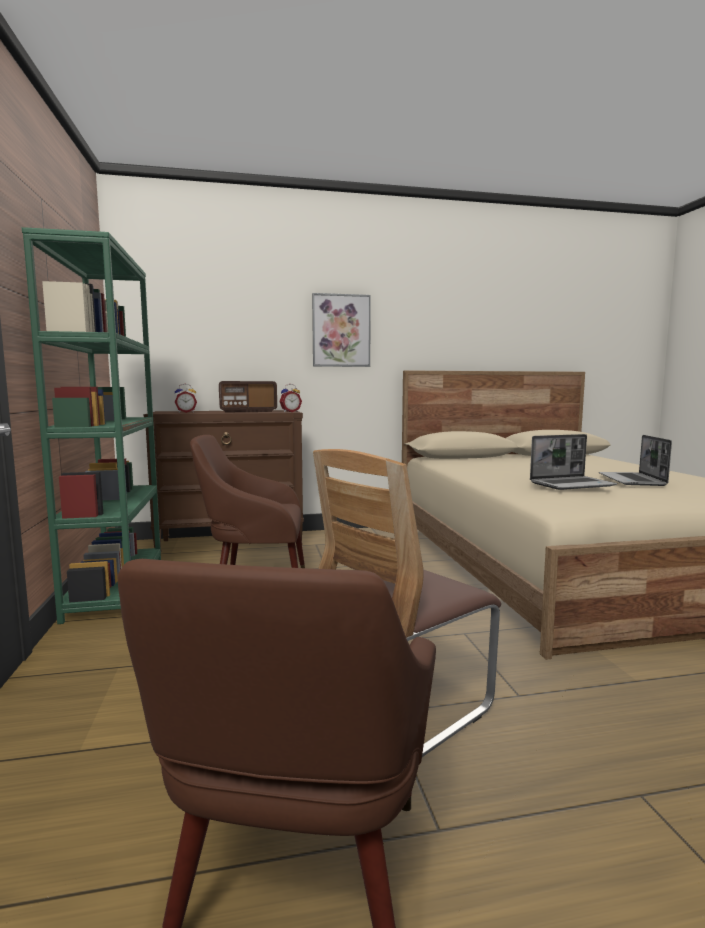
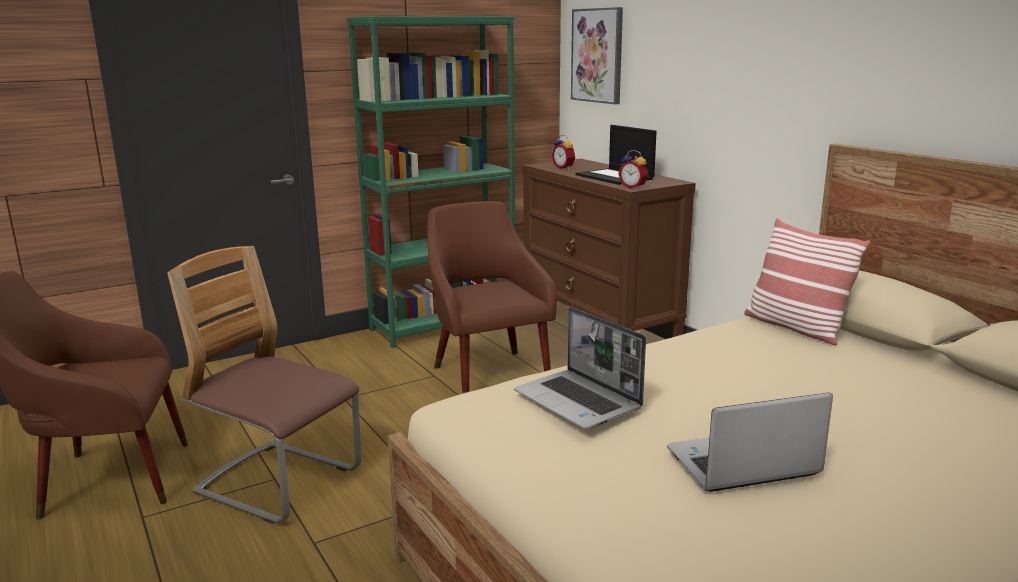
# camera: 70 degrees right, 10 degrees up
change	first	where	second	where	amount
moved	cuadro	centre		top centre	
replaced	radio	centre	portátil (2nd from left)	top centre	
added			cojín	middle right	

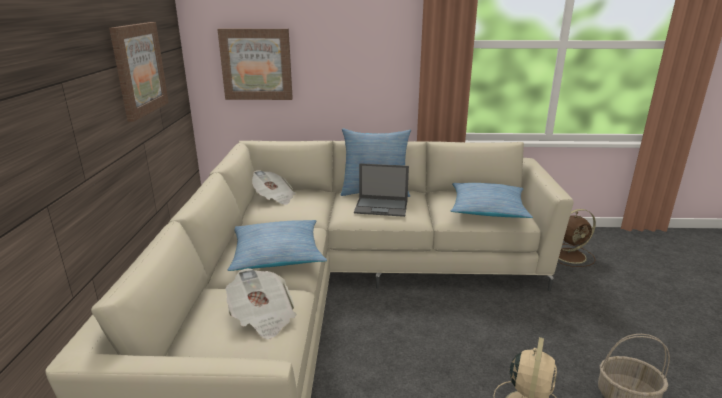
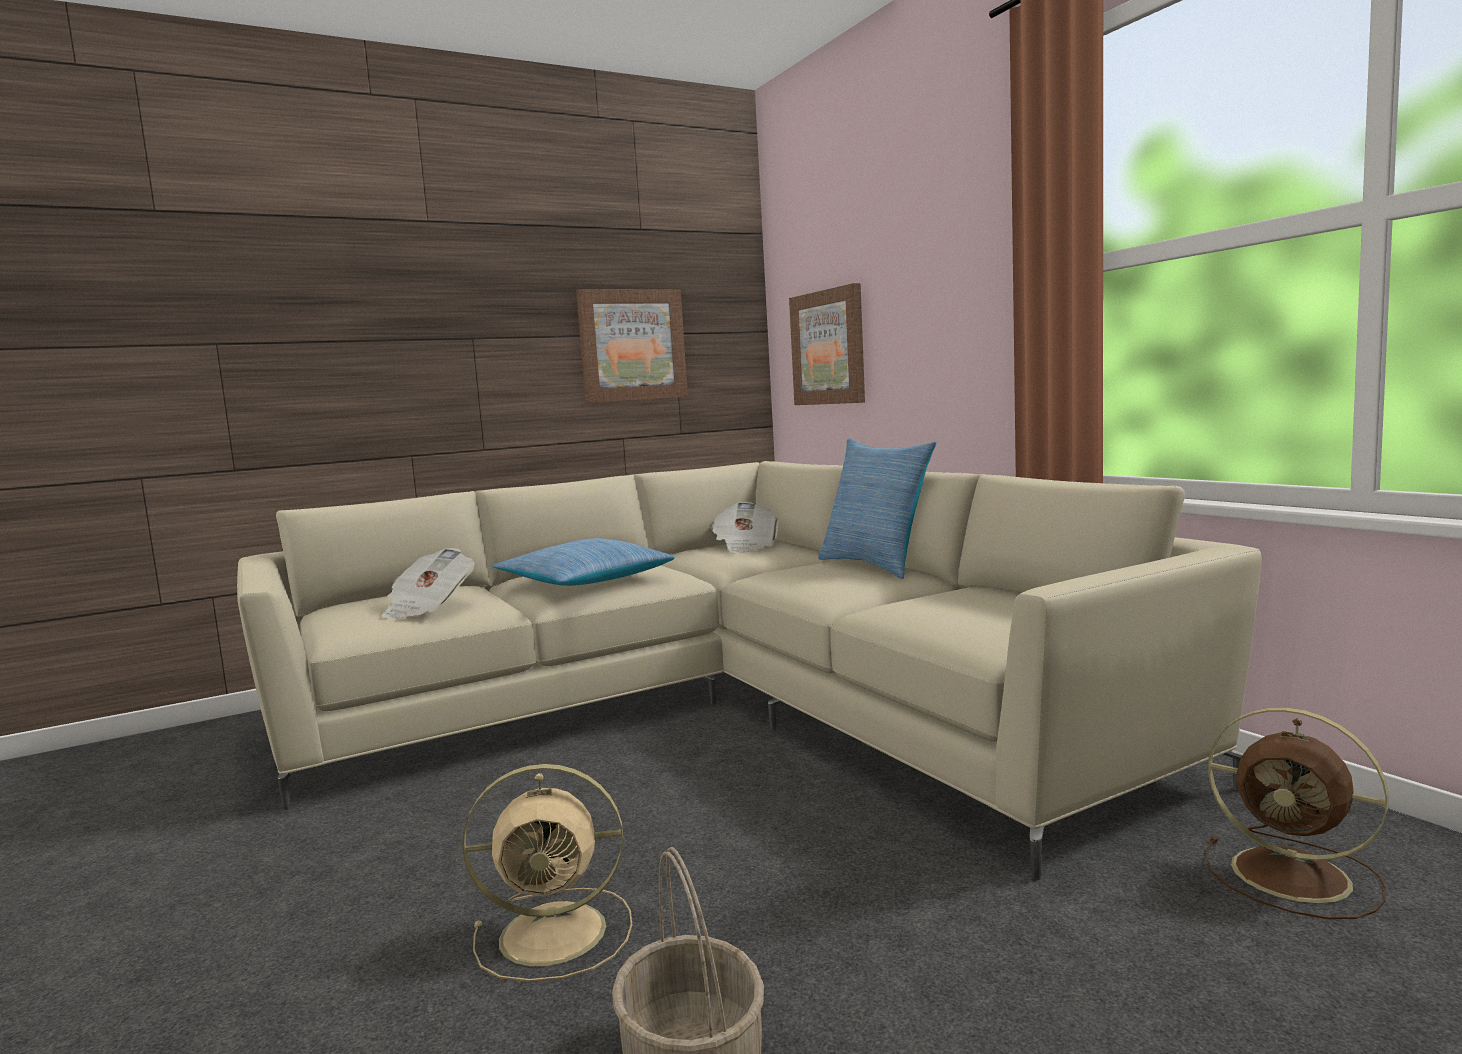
# camera: 60 degrees right, 15 degrees down
change	first	where	second	where	amount
removed	portátil	centre			
removed	cojín (3rd from left)	middle right			

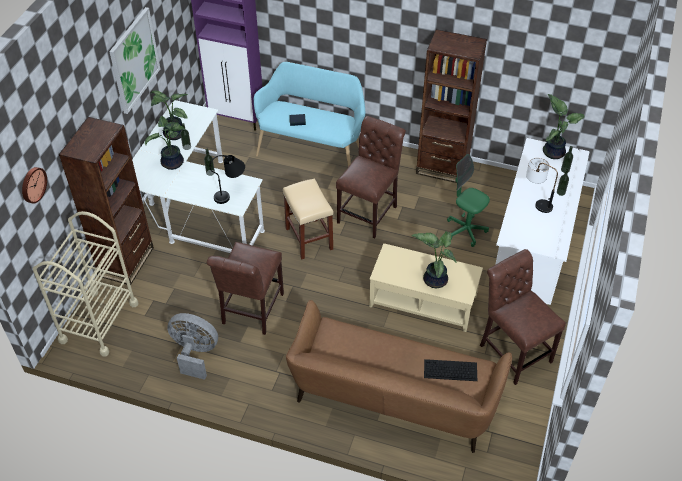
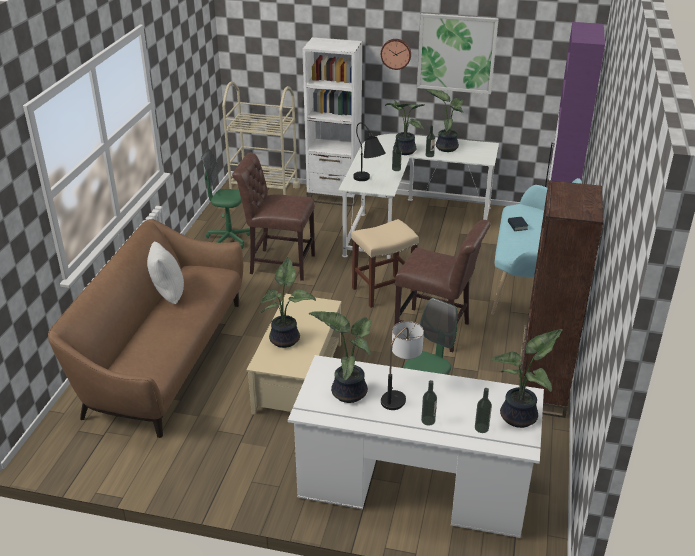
# camera: 85 degrees right, 15 degrees down
change	first	where	second	where	amount
recoloured	estantería/marrón (1st from left)	middle left	estantería/blanco	top centre	
moved	reloj de pared	middle left		top centre	
removed	silla/marrón (3rd from left)	middle right			
replaced	ventilador/gris	bottom left	silla de oficina/verde (1st from left)	middle left	
removed	teclado	bottom centre			
added			cojín/blanco	middle left	
added			planta en maceta (2nd from left)	centre	

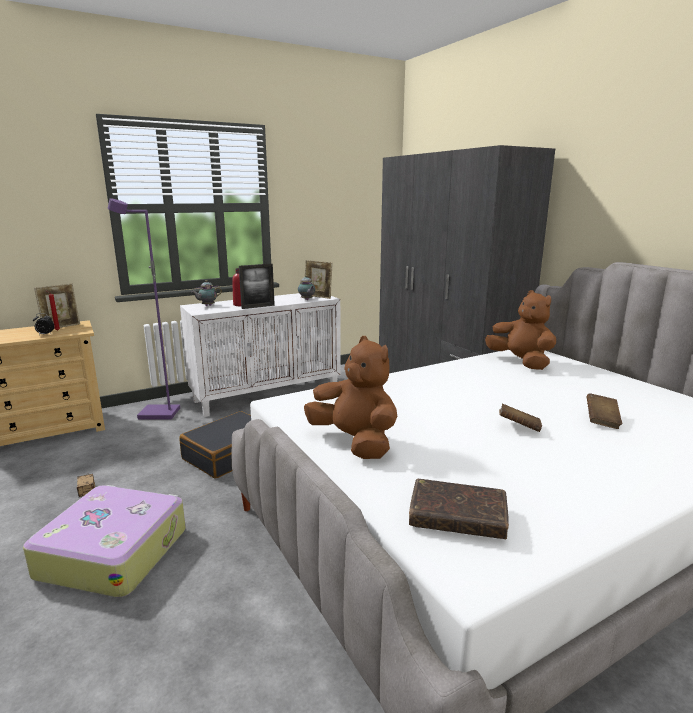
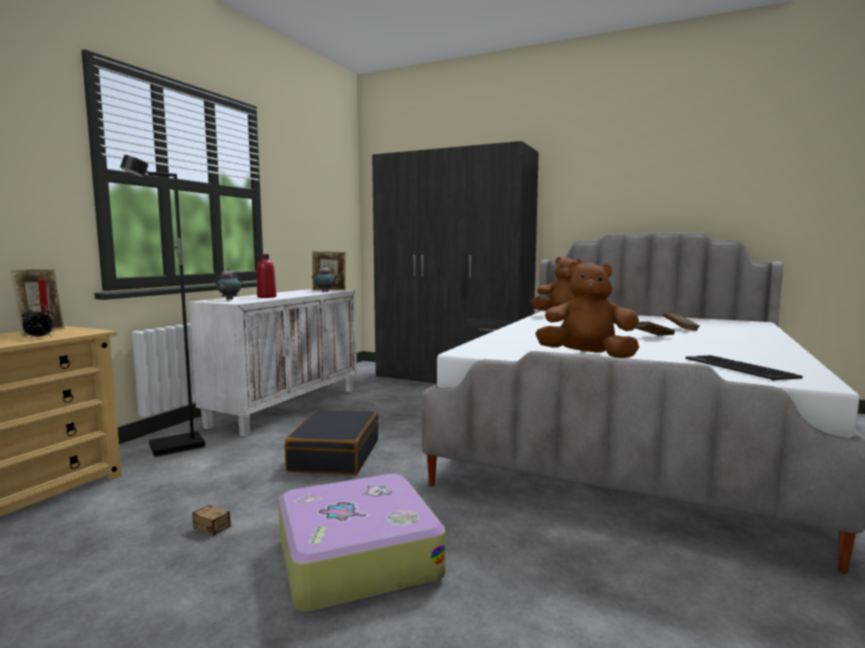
# camera: 35 degrees left, 10 degrees down
change	first	where	second	where	amount
recoloured	lámpara de pie/morado	middle left	lámpara de pie/negro	middle left	
removed	portarretratos (2nd from left)	centre			
replaced	libro/marrón (1st from left)	bottom centre	teclado	middle right	

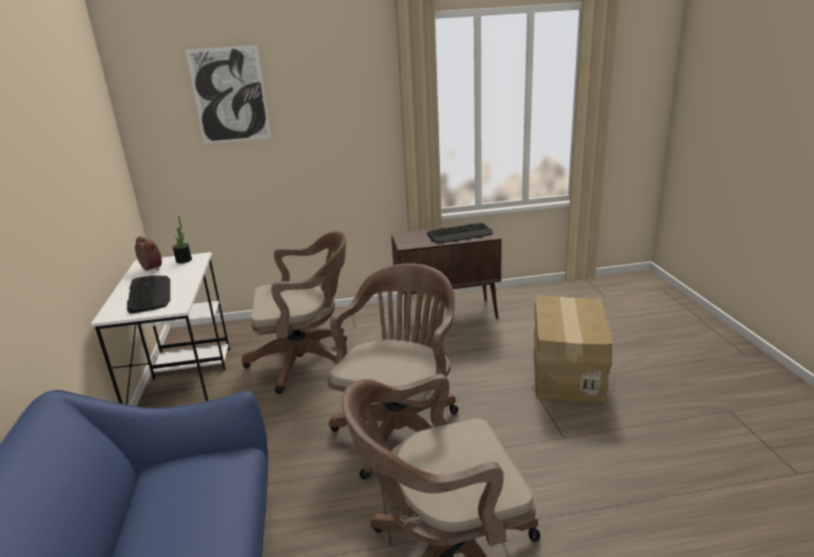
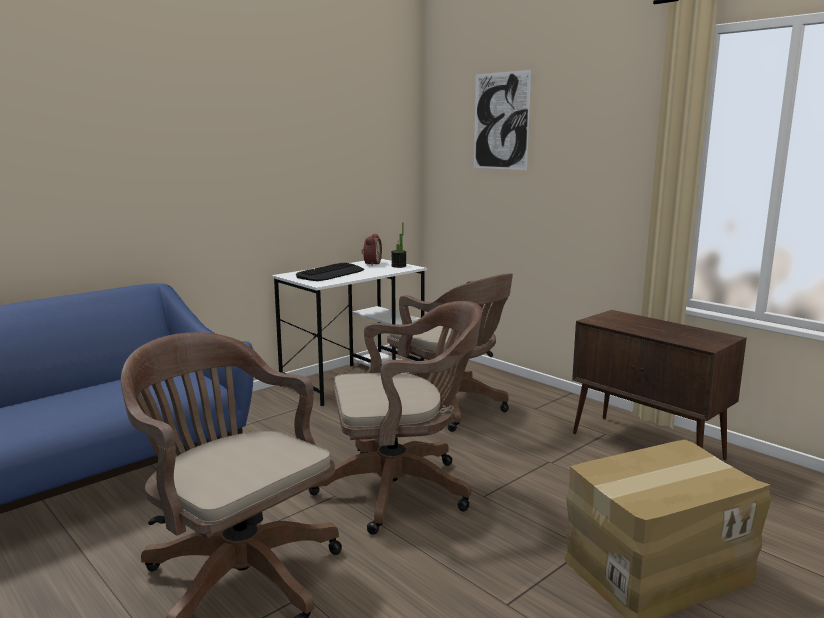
# camera: 55 degrees right, 10 degrees down
change	first	where	second	where	amount
removed	teclado (2nd from left)	centre			

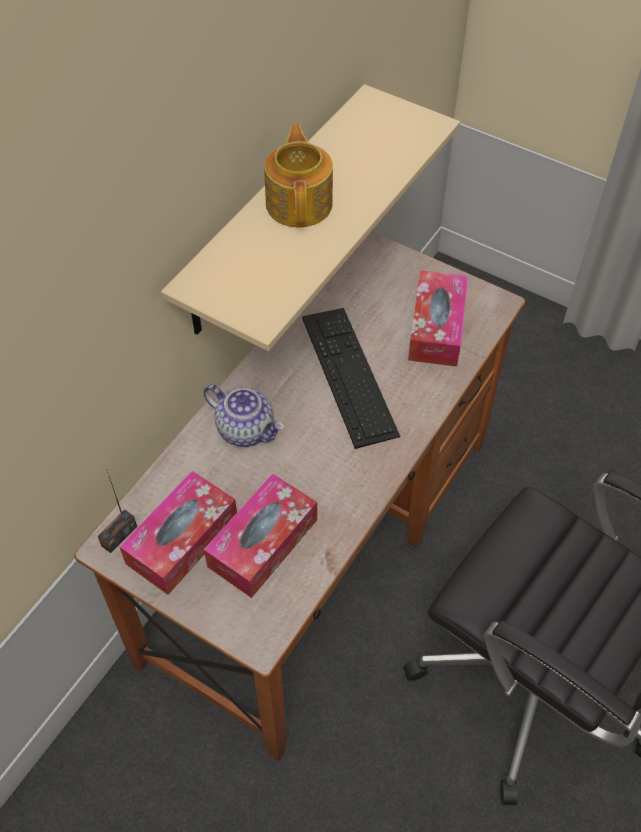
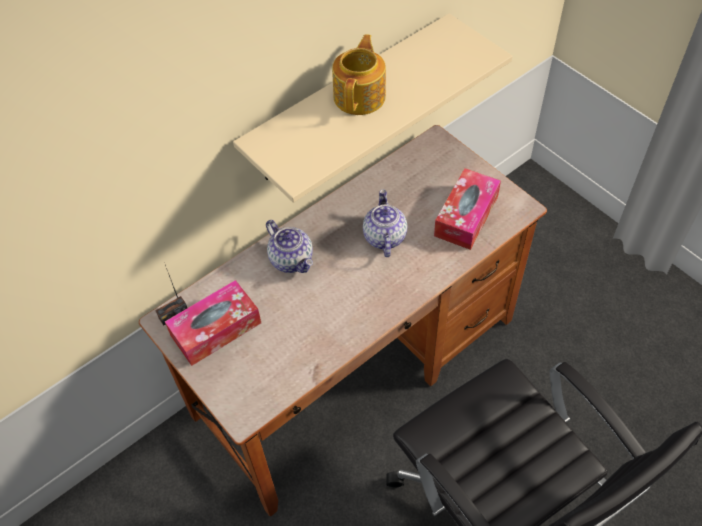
# camera: 20 degrees right, 0 degrees up
change	first	where	second	where	amount
replaced	teclado	centre	tetera (3rd from left)	centre	
removed	caja de pañuelos (2nd from left)	centre			

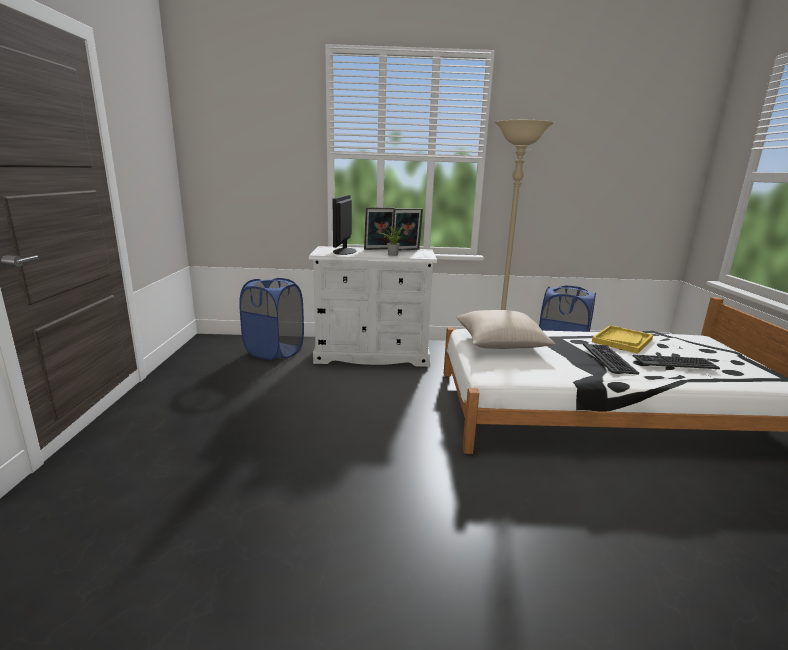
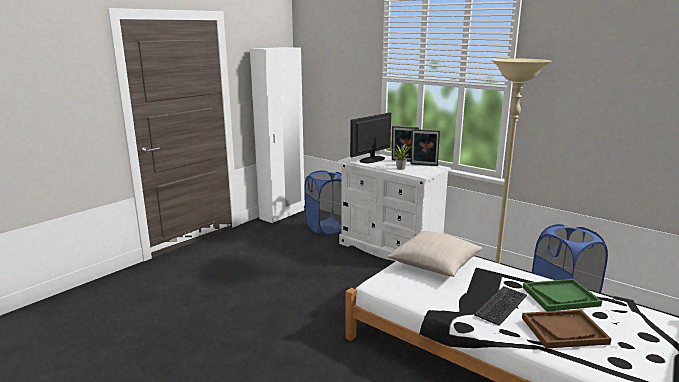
# camera: 40 degrees right, 0 degrees up
change	first	where	second	where	amount
recoloured	bandeja/amarillo	middle right	bandeja/verde	bottom right	
replaced	teclado (2nd from left)	middle right	bandeja/marrón	bottom right	
added			armario ropero/blanco	centre	

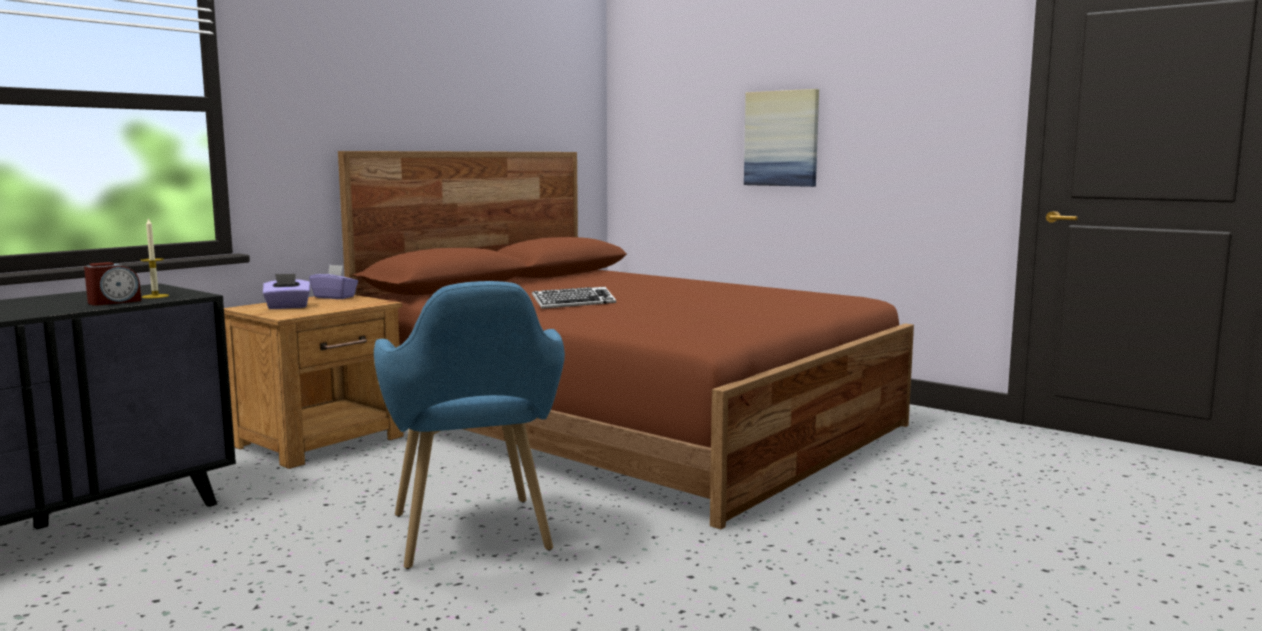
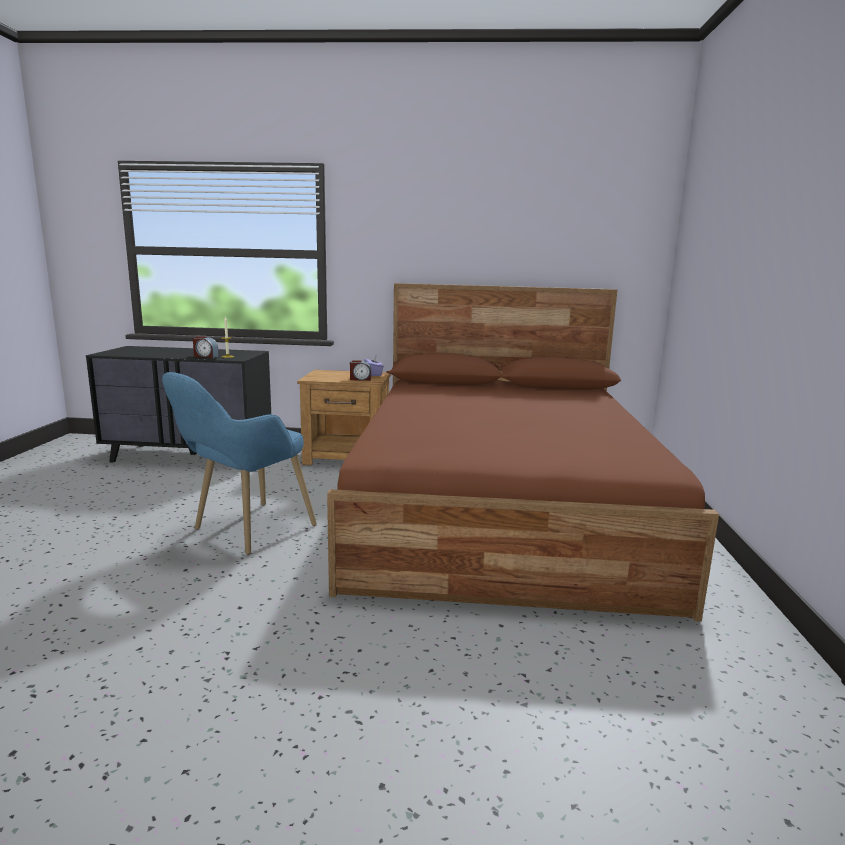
# camera: 55 degrees right, 5 degrees up
change	first	where	second	where	amount
removed	cuadro	top centre			
removed	caja de pañuelos/morado (1st from left)	middle left			
removed	teclado	centre			
added			despertador (2nd from left)	centre	

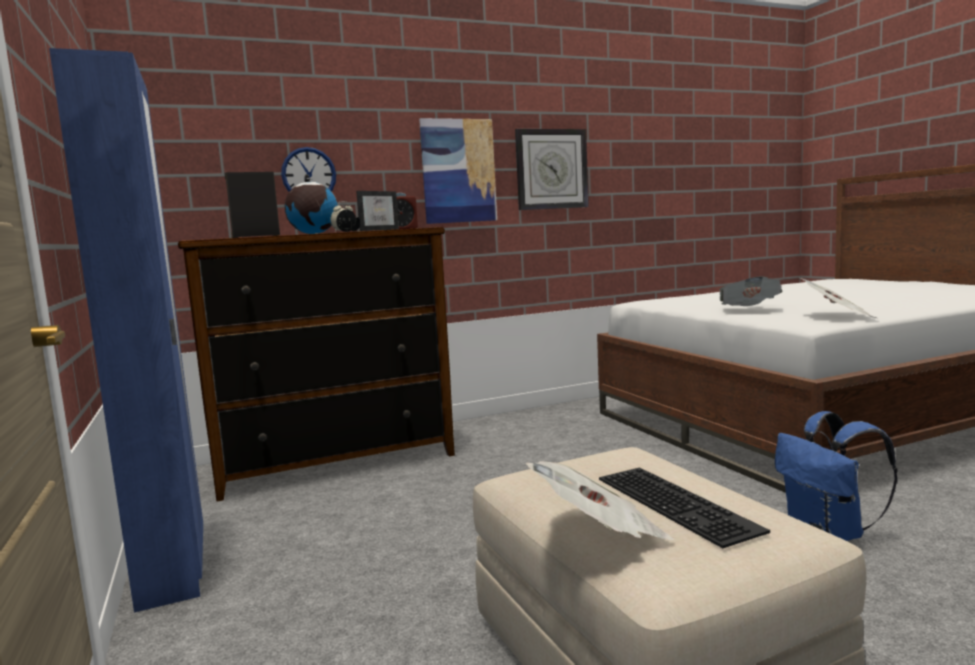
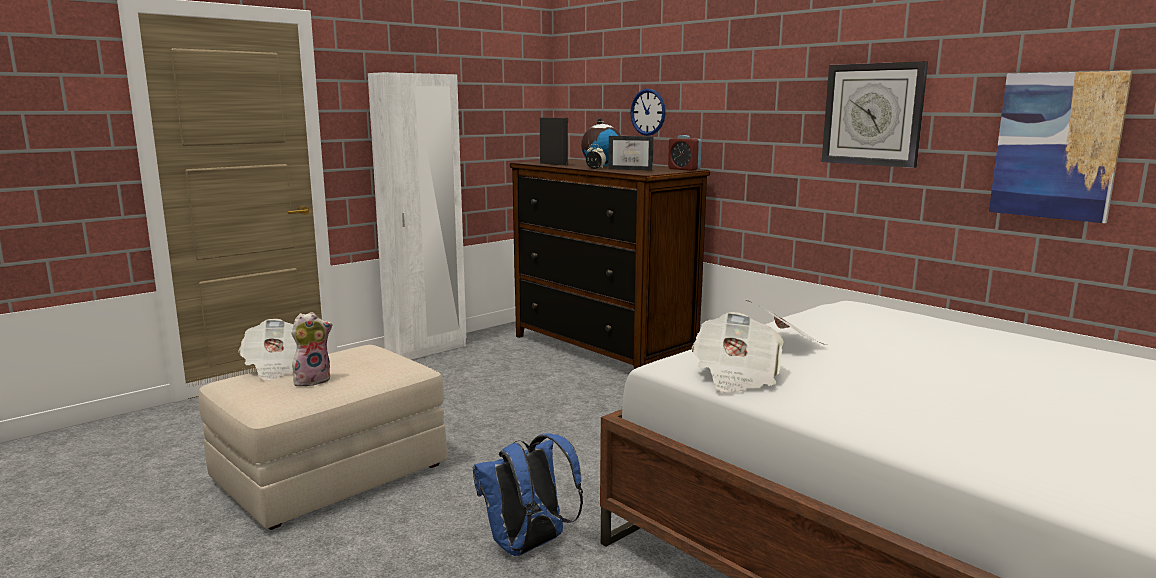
# camera: 70 degrees right, 5 degrees up
change	first	where	second	where	amount
recoloured	armario ropero/azul	middle left	armario ropero/blanco	centre	
moved	cuadro	top centre		top right	
replaced	teclado	bottom right	peluche	middle left	

